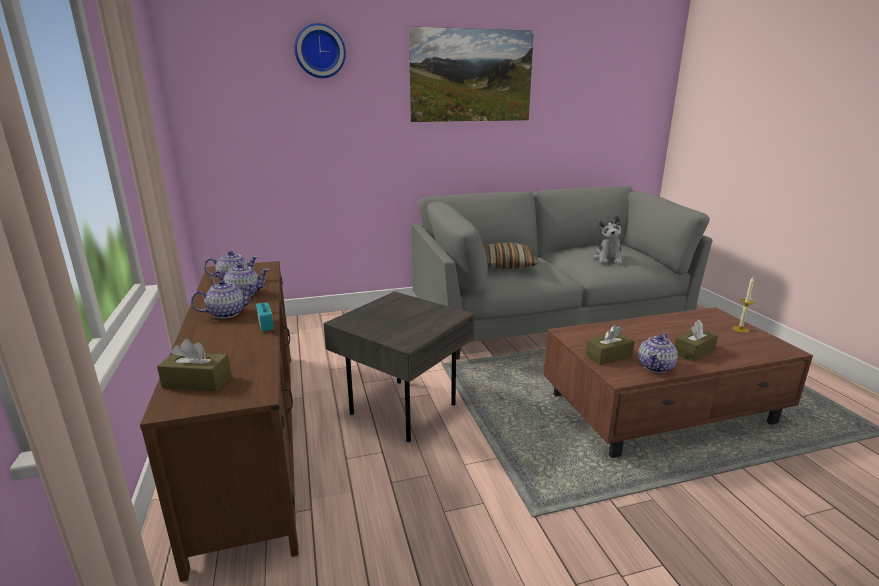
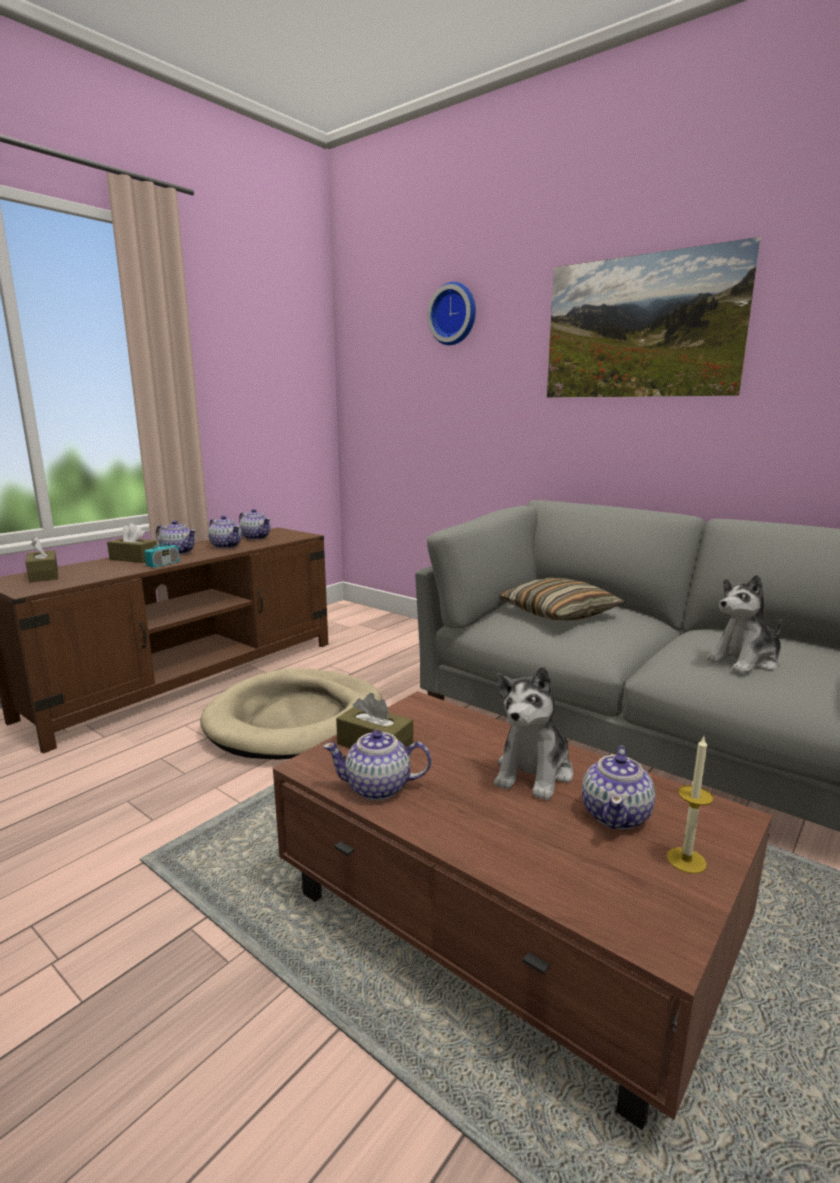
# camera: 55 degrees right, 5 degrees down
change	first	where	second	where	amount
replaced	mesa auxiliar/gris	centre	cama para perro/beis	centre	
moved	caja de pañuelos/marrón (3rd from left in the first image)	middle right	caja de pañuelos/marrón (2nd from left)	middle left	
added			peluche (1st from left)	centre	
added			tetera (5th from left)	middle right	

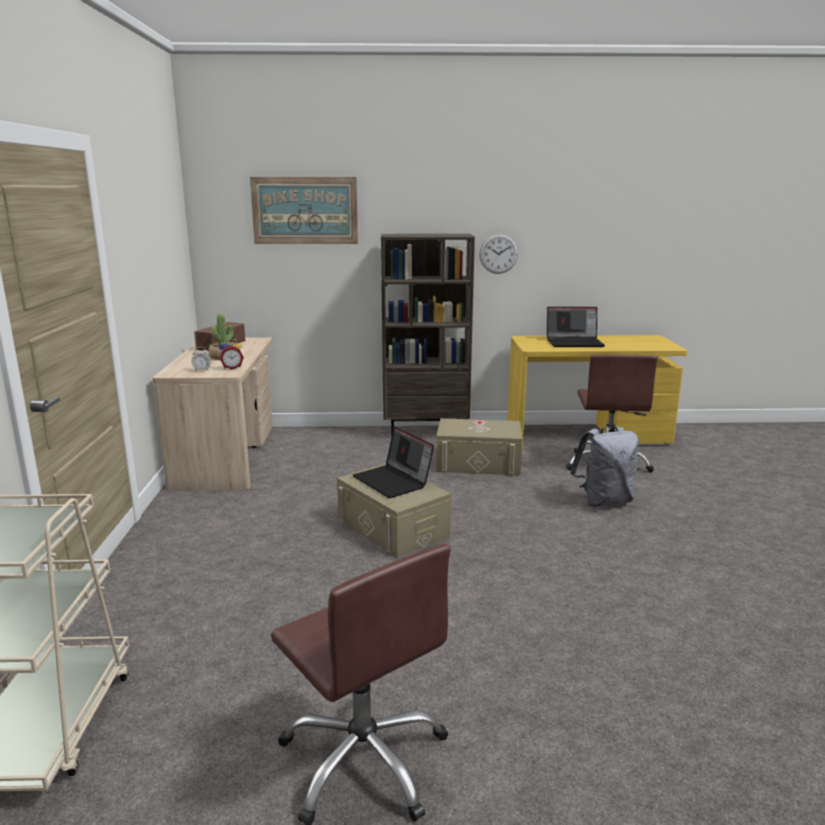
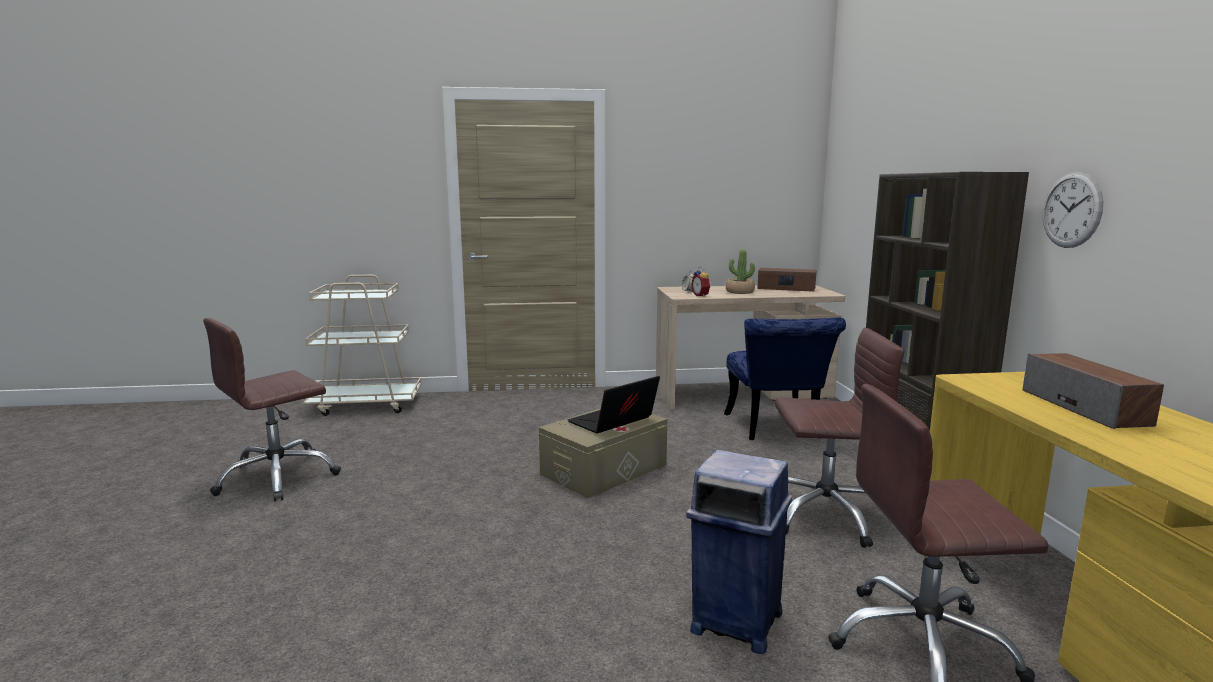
# camera: 85 degrees right, 5 degrees down
change	first	where	second	where	amount
removed	cuadro	top centre			
replaced	portátil (2nd from left)	middle right	altavoz (2nd from left)	middle right	
replaced	caja de almacenaje/beis (2nd from left)	centre	silla de oficina/marrón (2nd from left)	middle right	
replaced	mochila/gris	middle right	papelera/azul	bottom centre	
added			silla/azul	centre	

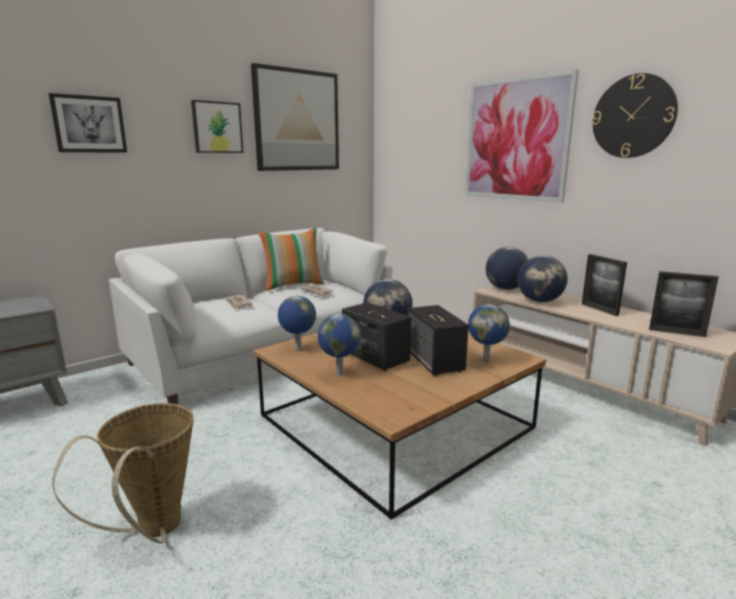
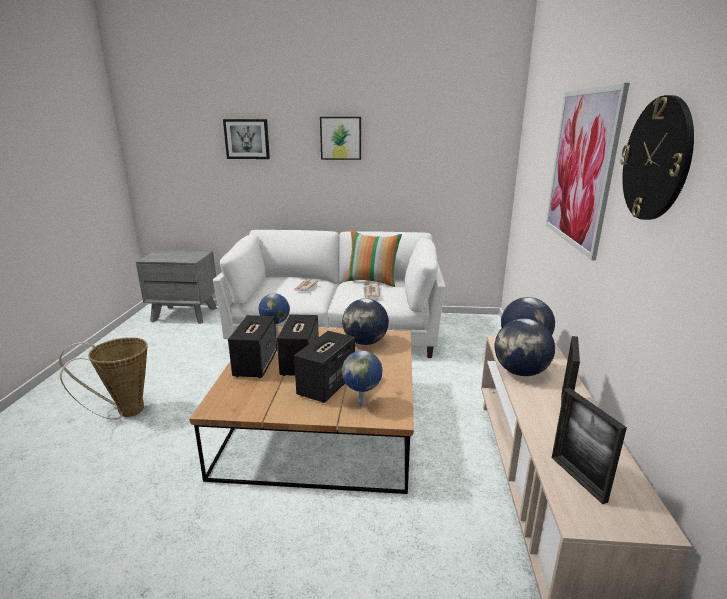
# camera: 45 degrees right, 5 degrees up
change	first	where	second	where	amount
removed	cuadro (3rd from left)	top centre			
replaced	globo terráqueo (2nd from left)	centre	altavoz (1st from left)	centre	

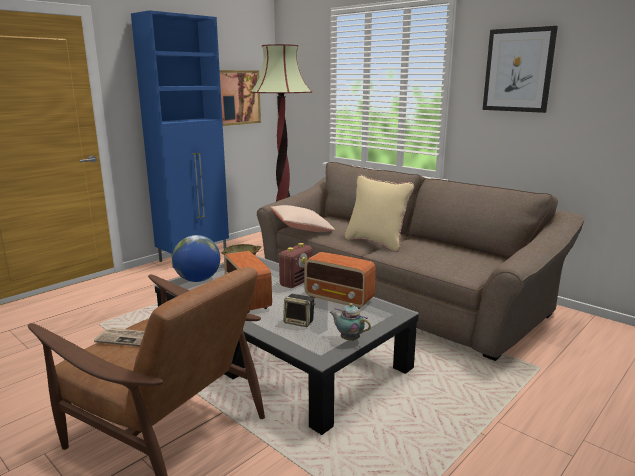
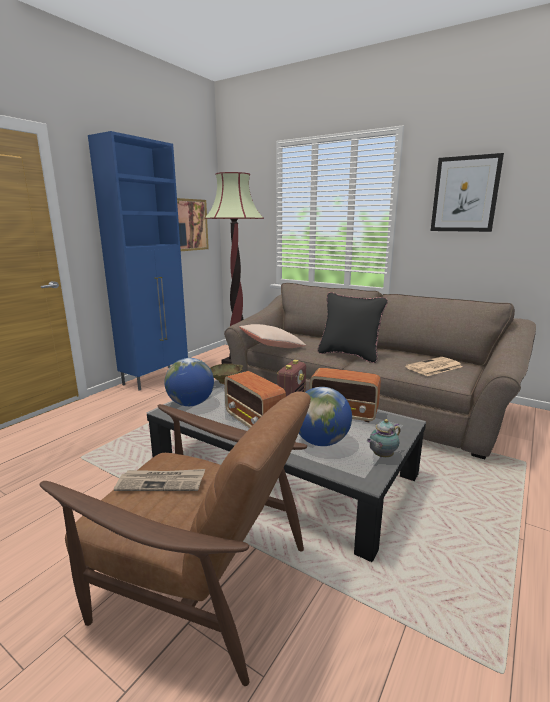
# camera: 10 degrees left, 0 degrees up
change	first	where	second	where	amount
recoloured	cojín/beis (2nd from left)	centre	cojín/negro	centre	
replaced	altavoz	centre	globo terráqueo (2nd from left)	centre	
turned	tetera	bottom centre		middle right	60 degrees counterclockwise
added			periódico (2nd from left)	middle right	

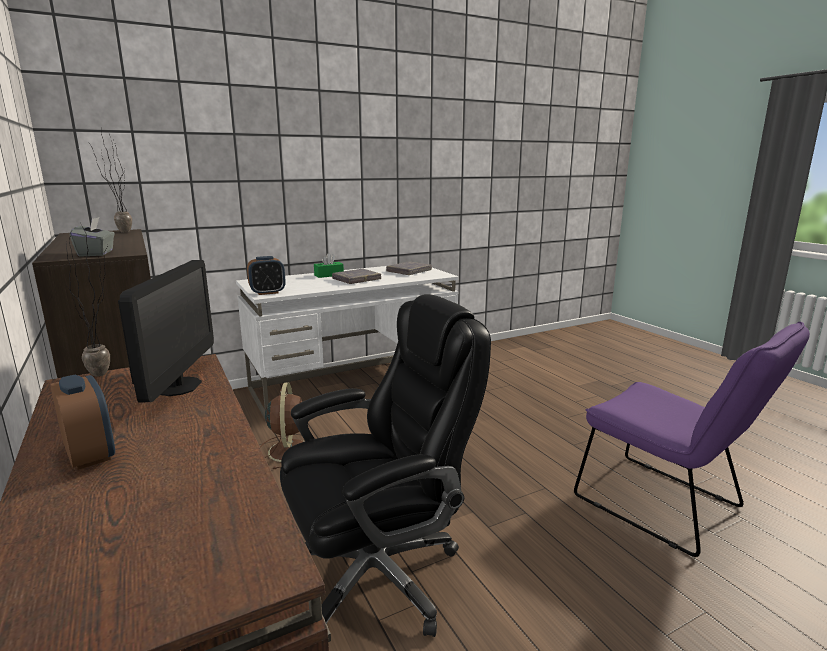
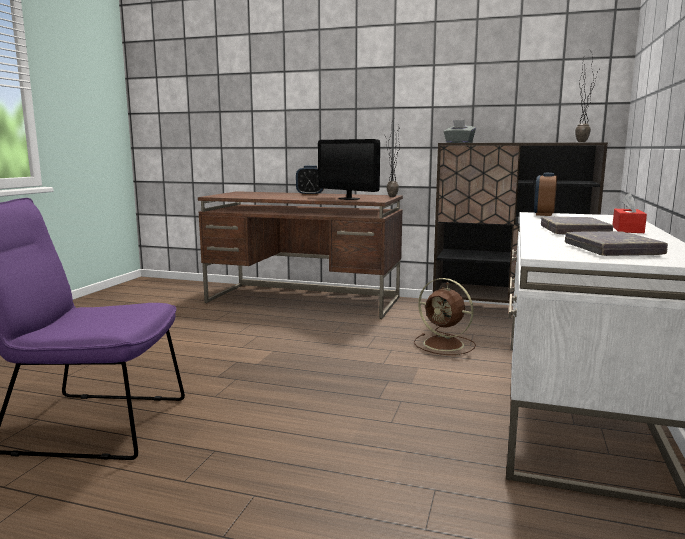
# camera: 135 degrees right, 5 degrees down
change	first	where	second	where	amount
recoloured	caja de pañuelos/verde	centre	caja de pañuelos/rojo	middle right	
removed	silla de oficina/negro	bottom centre			

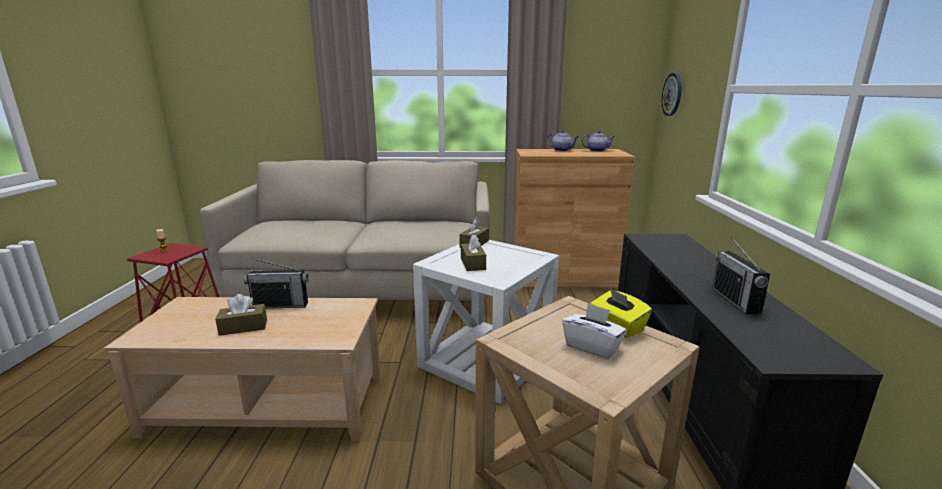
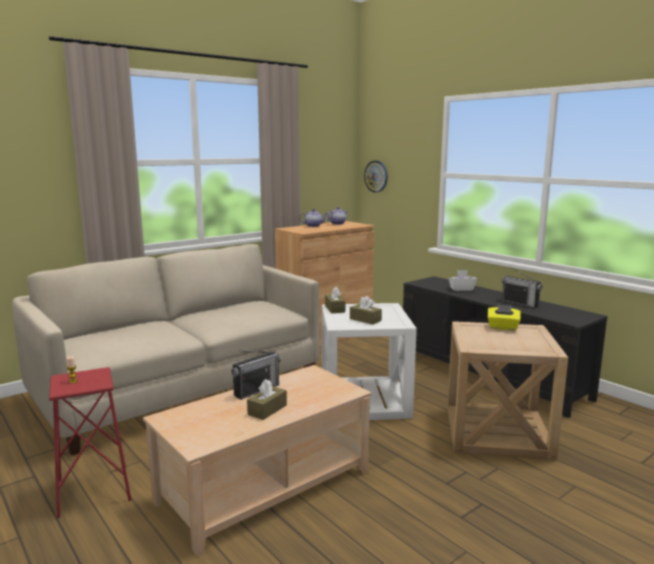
# camera: 40 degrees left, 5 degrees down
change	first	where	second	where	amount
moved	caja de pañuelos/blanco	bottom centre		middle right	

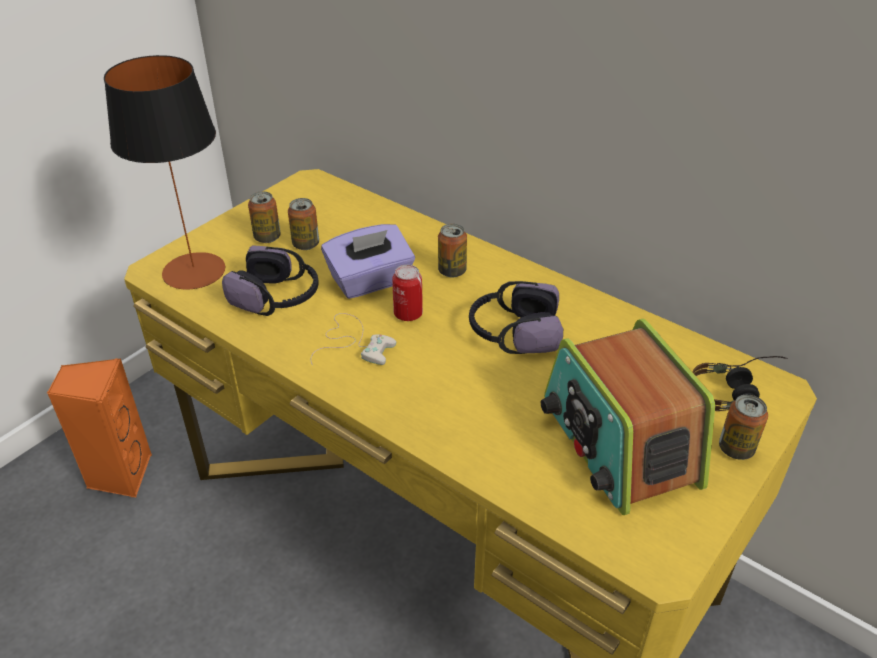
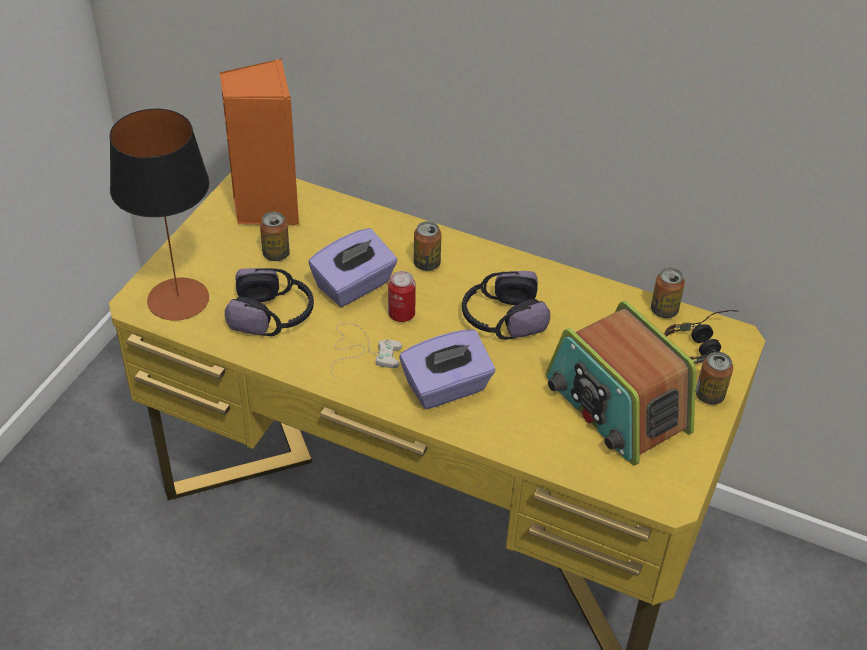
# camera: 15 degrees left, 5 degrees up
change	first	where	second	where	amount
moved	lata (1st from left in the first image)	top left	lata (4th from left)	middle right	
moved	altavoz/naranja	middle left		top left	
added			caja de pañuelos/morado (2nd from left)	centre	

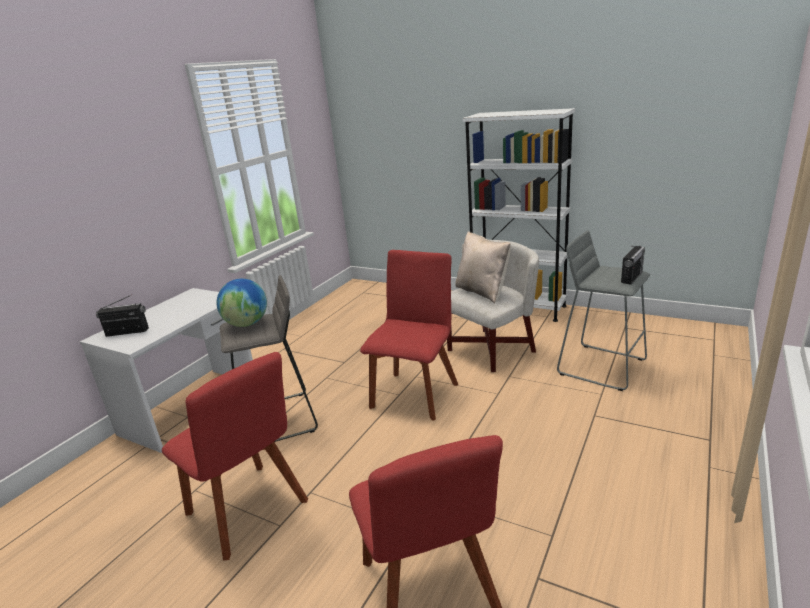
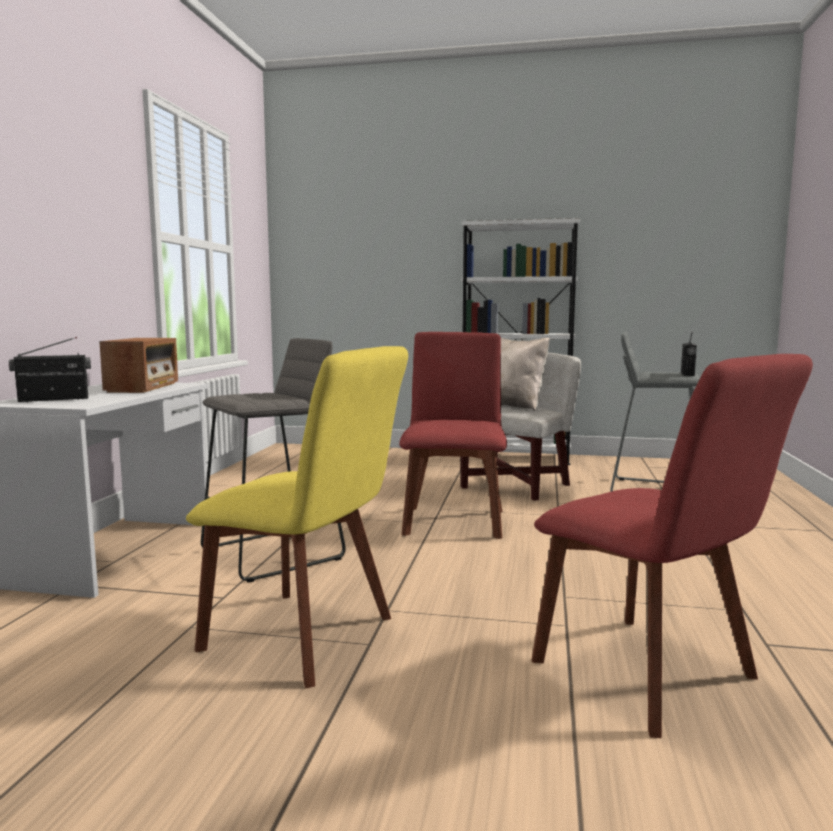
# camera: 20 degrees left, 15 degrees down
change	first	where	second	where	amount
removed	globo terráqueo	middle left			
recoloured	silla/rojo (1st from left)	bottom left	silla/amarillo	centre	
added			radio (2nd from left)	middle left	

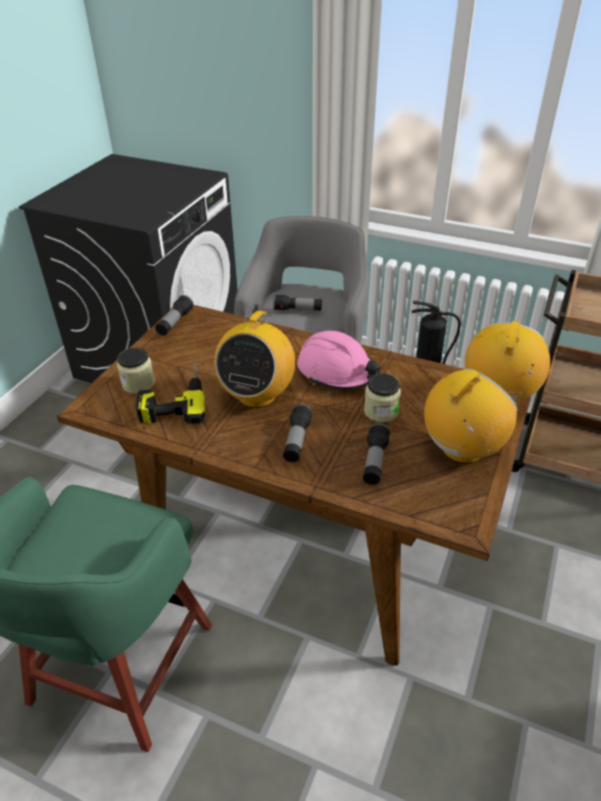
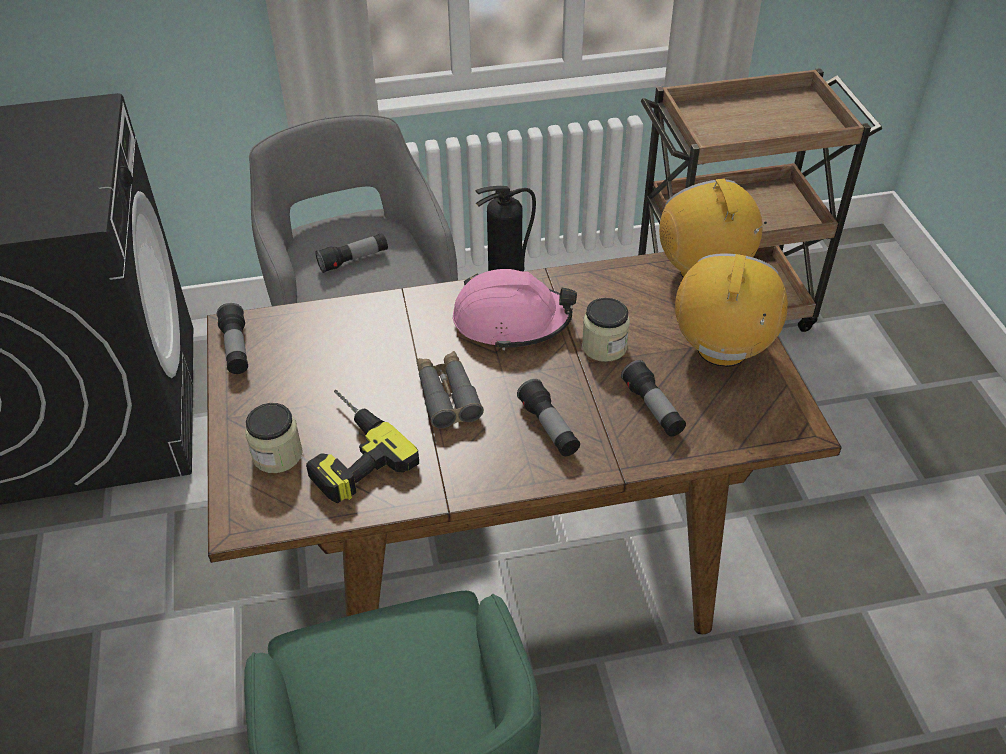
# camera: 35 degrees left, 5 degrees up
change	first	where	second	where	amount
replaced	radio (1st from left)	centre	prismáticos/gris	centre	

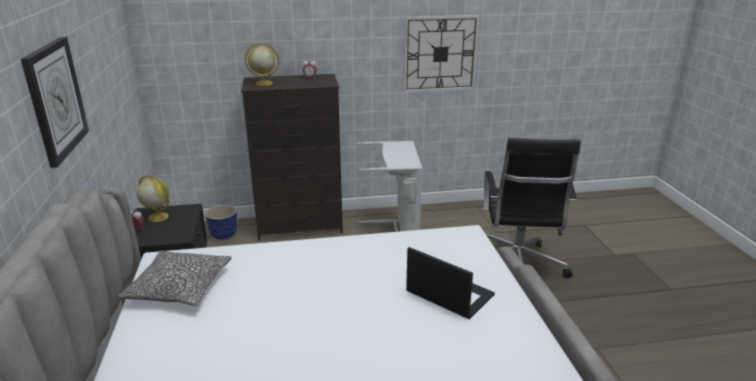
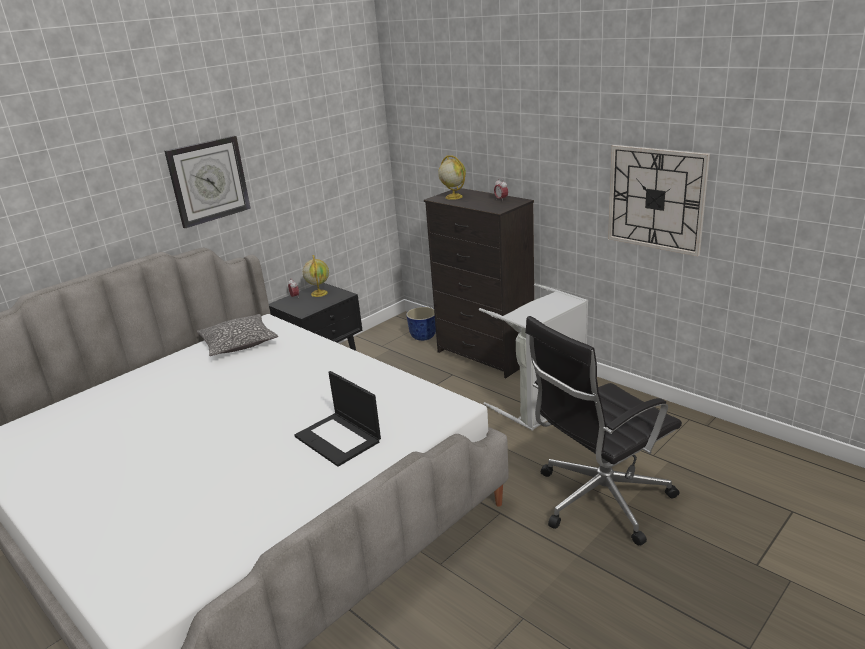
# camera: 55 degrees right, 0 degrees up
change	first	where	second	where	amount
turned	portátil	bottom centre		centre	135 degrees clockwise

